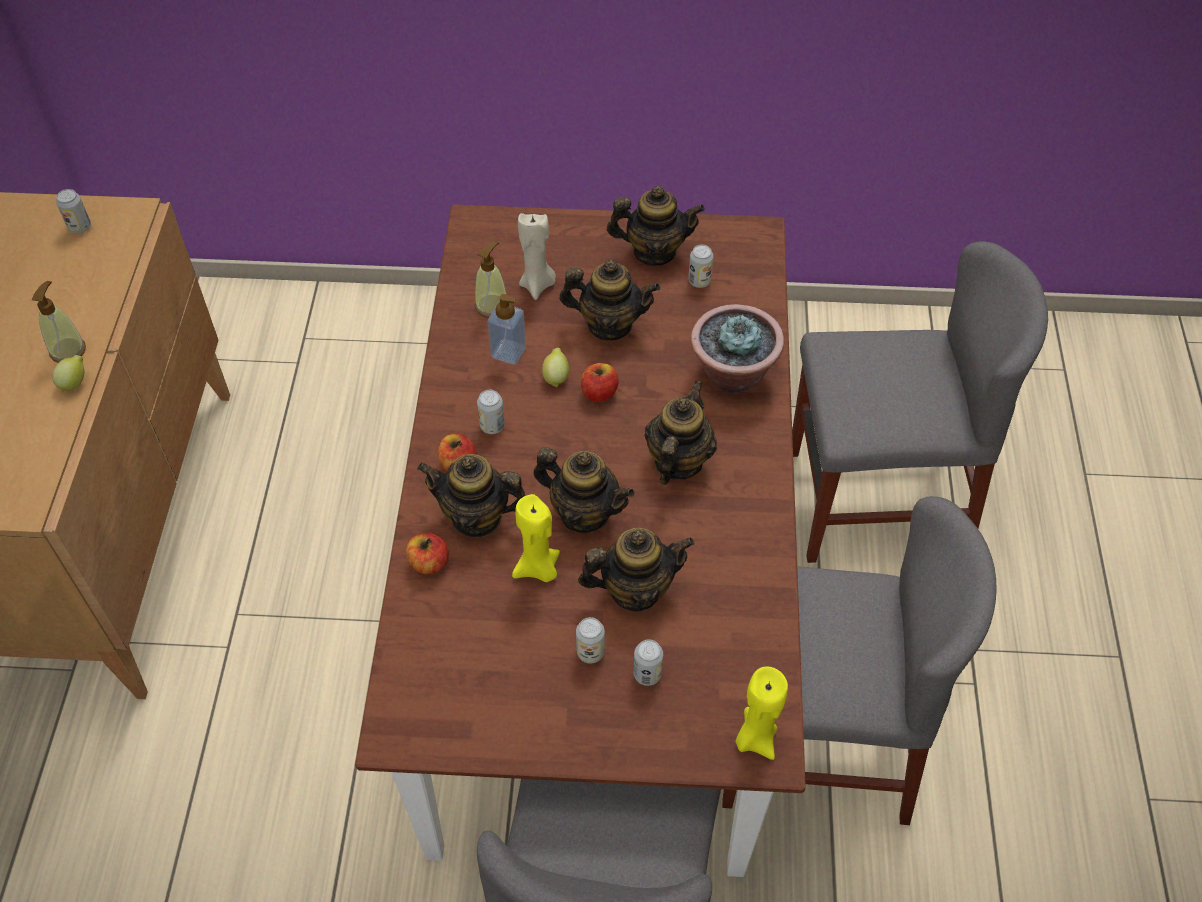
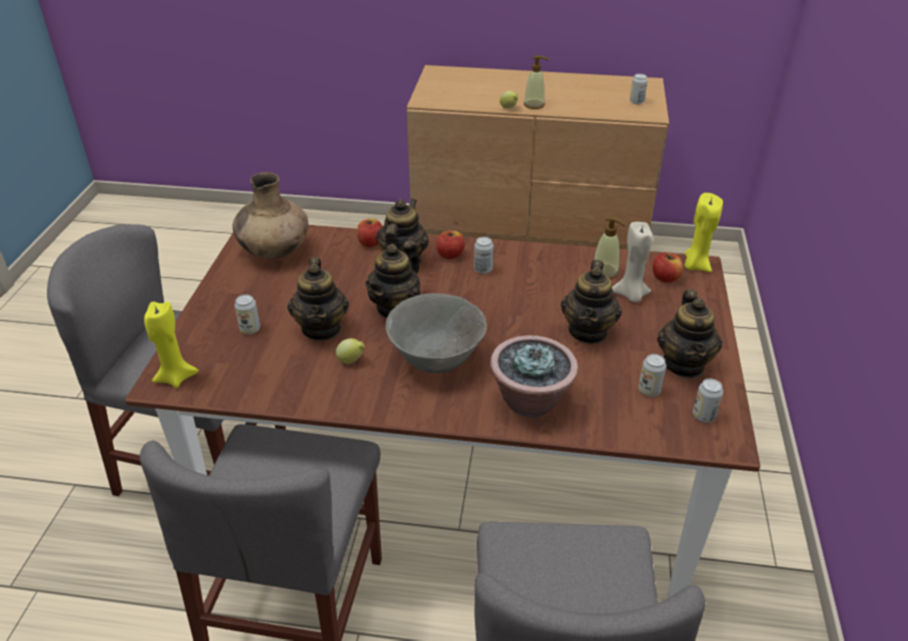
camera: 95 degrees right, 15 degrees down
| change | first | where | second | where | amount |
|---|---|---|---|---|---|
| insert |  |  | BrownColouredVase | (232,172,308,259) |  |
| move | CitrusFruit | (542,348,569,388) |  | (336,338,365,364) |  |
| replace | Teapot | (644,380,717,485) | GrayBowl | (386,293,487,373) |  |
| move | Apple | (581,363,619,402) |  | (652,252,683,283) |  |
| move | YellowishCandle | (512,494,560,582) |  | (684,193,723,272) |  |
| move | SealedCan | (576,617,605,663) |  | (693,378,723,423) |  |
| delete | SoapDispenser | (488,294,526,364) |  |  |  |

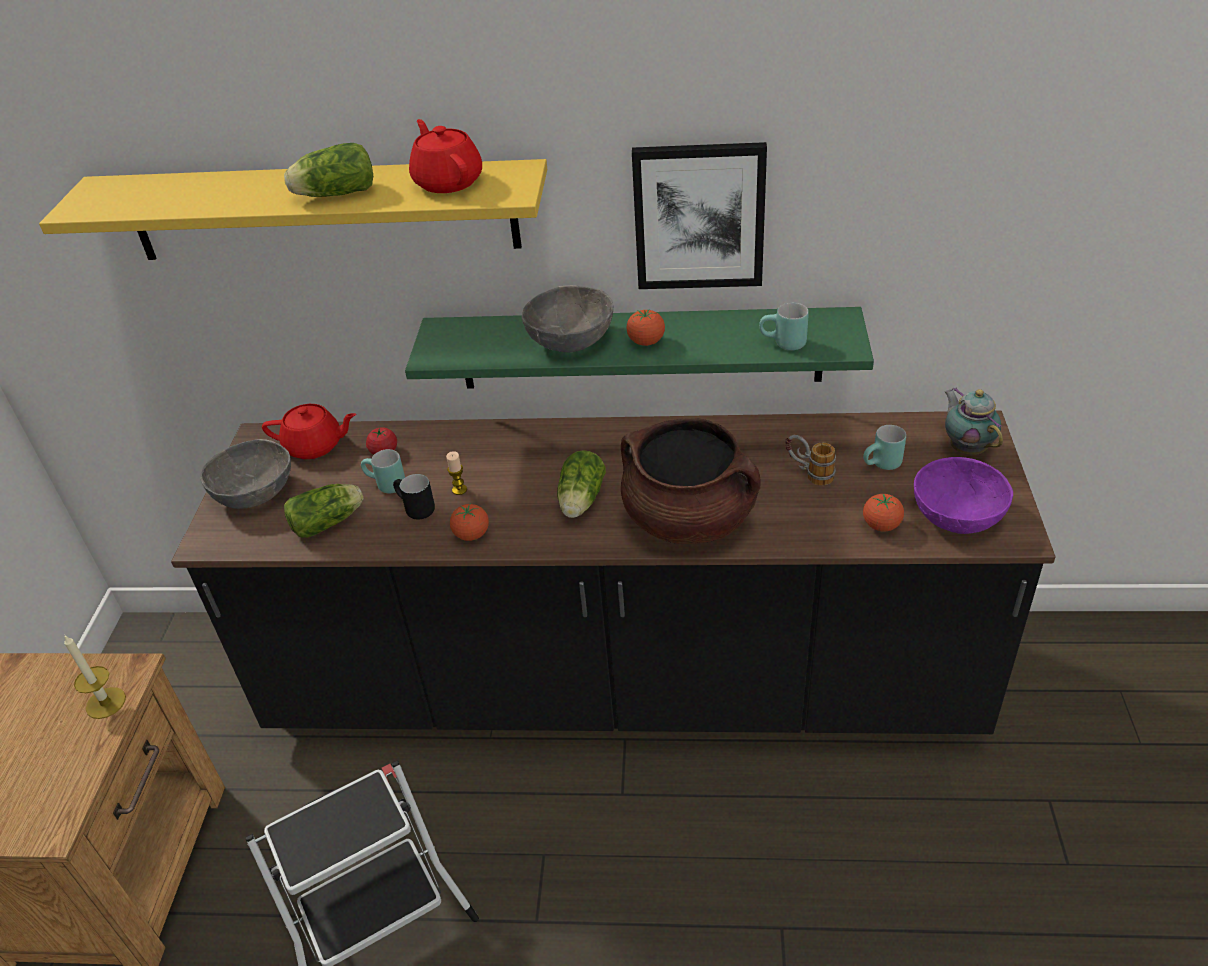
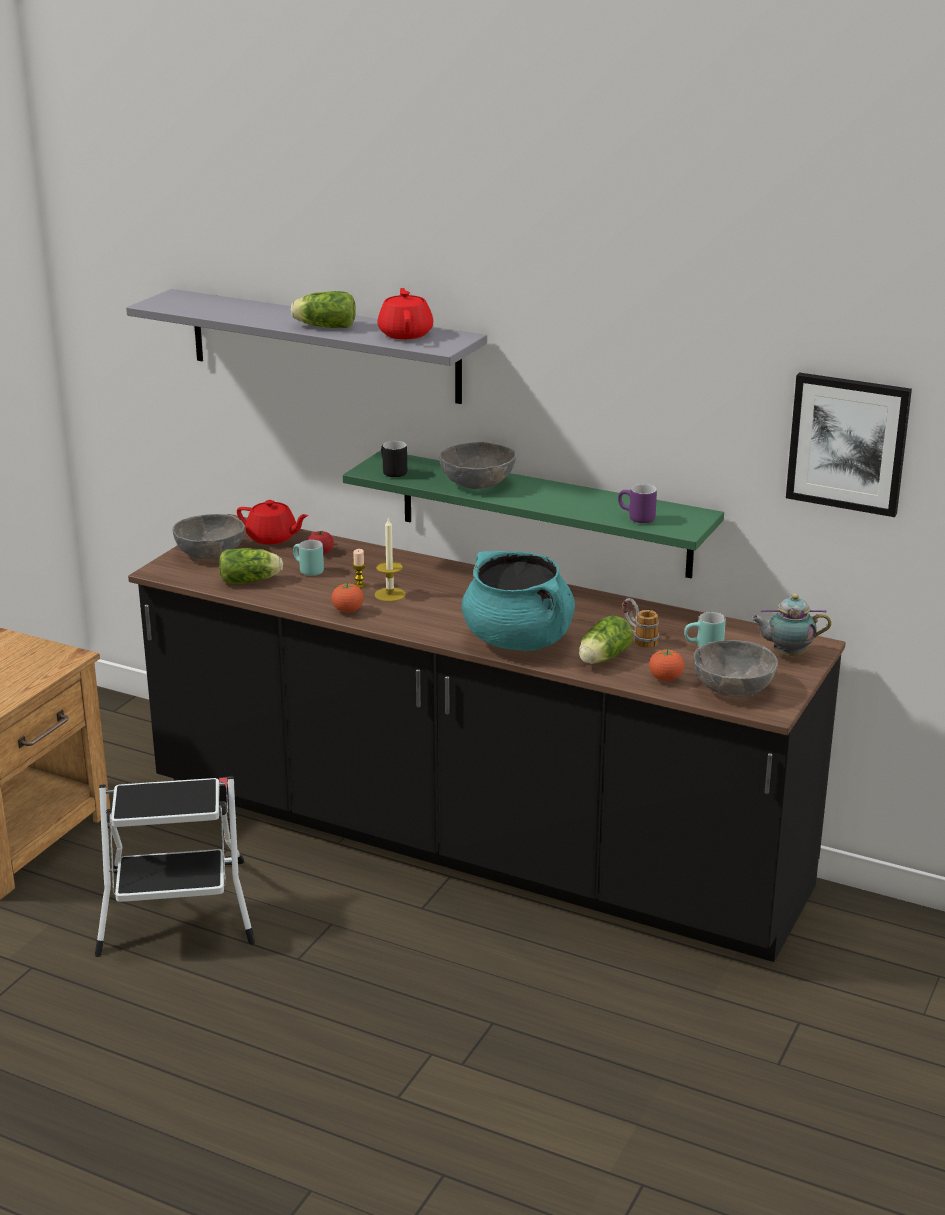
camera: 20 degrees right, 15 degrees down
| change | first | where | second | where | amount |
|---|---|---|---|---|---|
| recolor | YellowishShelf | (39,159,547,260) | GrayShelf | (126,289,487,404) |  |
| move | Candle | (64,636,126,719) |  | (374,517,406,602) |  |
| move | BlackColouredTeaMug | (393,474,435,520) |  | (381,441,407,477) |  |
| recolor | BrownColouredCookingPot | (621,418,761,544) | TurquoiseColouredCookingPot | (462,551,575,651) |  |
| move | LettuceHead | (557,450,606,518) |  | (579,616,633,664) |  |
| recolor | TurquoiseColouredTeaMug | (759,303,809,350) | PurpleTeaMug | (618,484,657,523) |  |
| recolor | PurpleBowl | (914,457,1013,534) | GrayBowl | (693,640,778,697) |  |
| rotate | Teapot | (944,388,1003,455) |  | (751,594,831,656) | 90 degrees counterclockwise |
| move | WallArt | (632,142,767,289) |  | (786,373,912,517) |  |
| delete | FreshTomato | (626,309,665,346) |  |  |  |

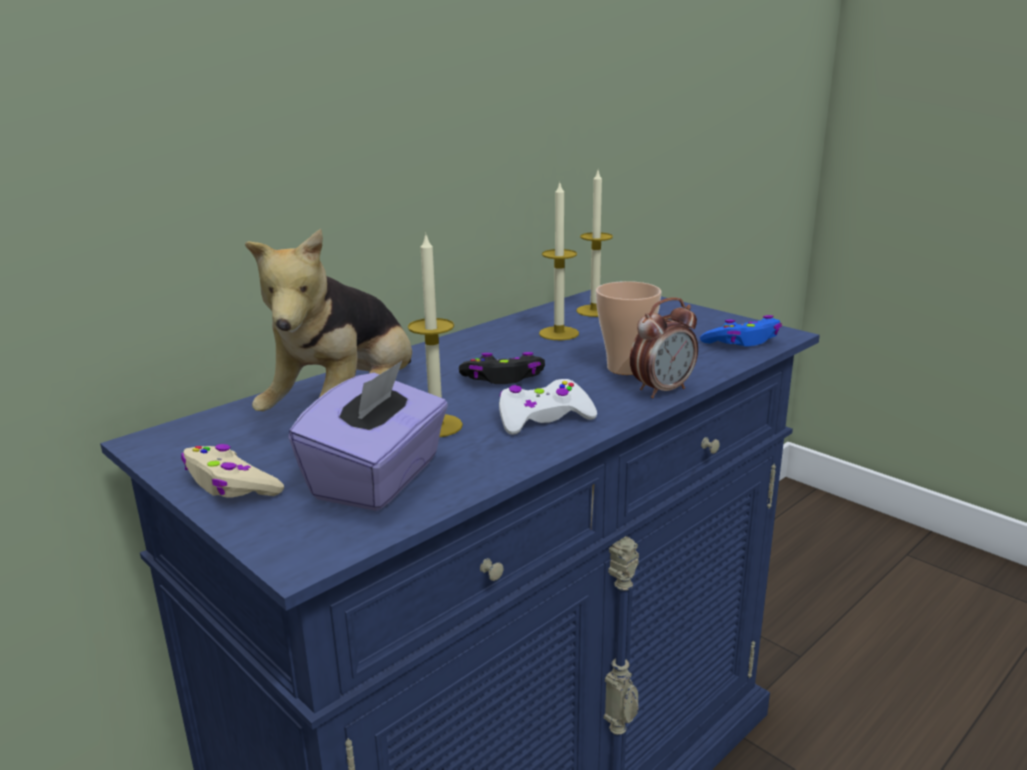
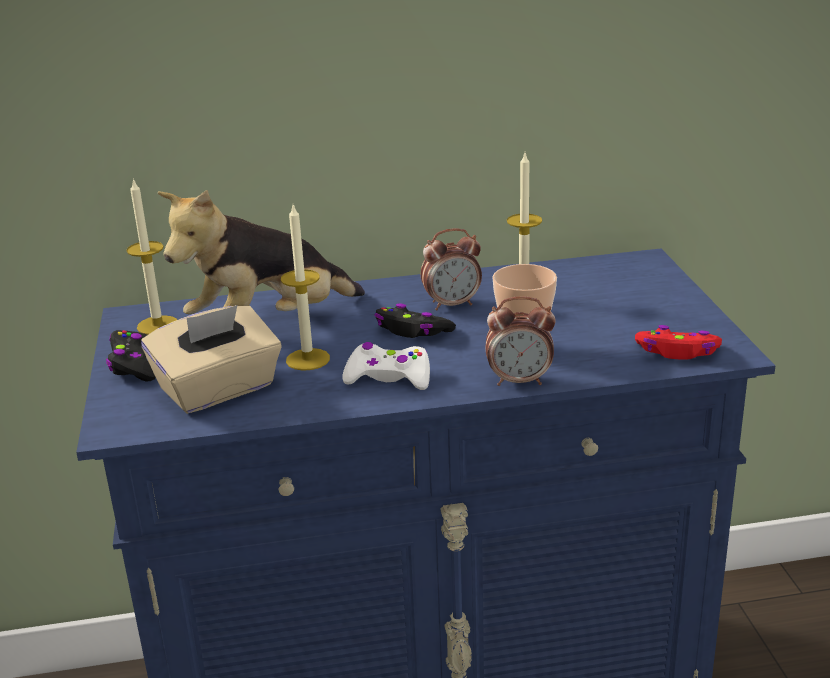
camera: 35 degrees right, 5 degrees up
| change | first | where | second | where | amount |
|---|---|---|---|---|---|
| recolor | BeigeGameController | (181,444,284,498) | BlackColouredGameController | (106,330,156,382) |  |
| move | Candle | (576,171,613,317) |  | (126,178,177,335) |  |
| recolor | PurpleTissueHolder | (288,360,448,511) | BeigeTissueHolder | (141,305,281,414) |  |
| insert |  |  | TableClock | (421,228,482,311) |  |
| recolor | BlueColouredGameController | (700,315,782,347) | RedColouredGameController | (635,325,722,360) |  |

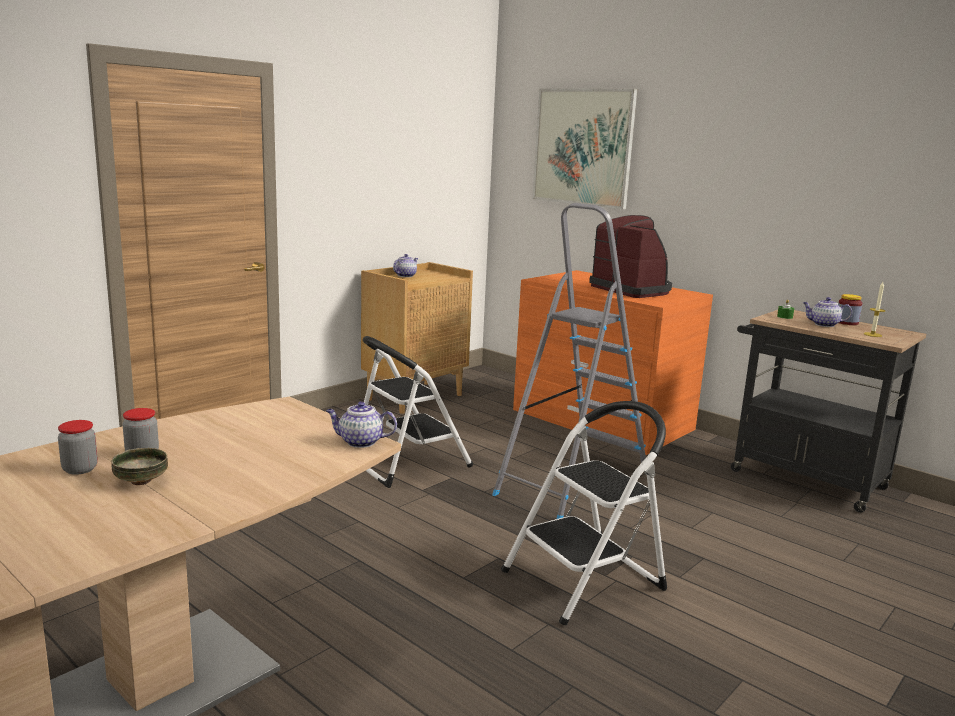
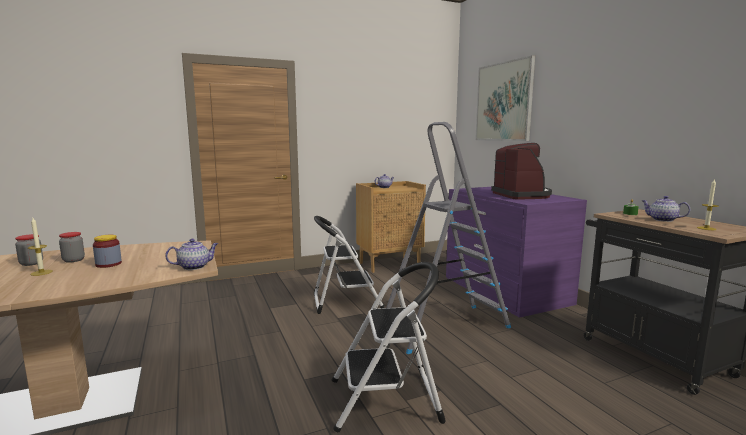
camera: 25 degrees right, 5 degrees down
| change | first | where | second | where | amount |
|---|---|---|---|---|---|
| replace | Bowl | (111,448,168,485) | Candle | (28,218,52,276) |  |
| move | PreserveJar | (838,294,862,325) |  | (93,235,122,268) |  |
| rotate | Teapot | (326,401,397,448) |  | (165,239,218,270) | 120 degrees clockwise |
| recolor | OrangeColouredChestOfDrawers | (513,270,713,455) | PurpleChestOfDrawers | (446,187,587,318) |  |

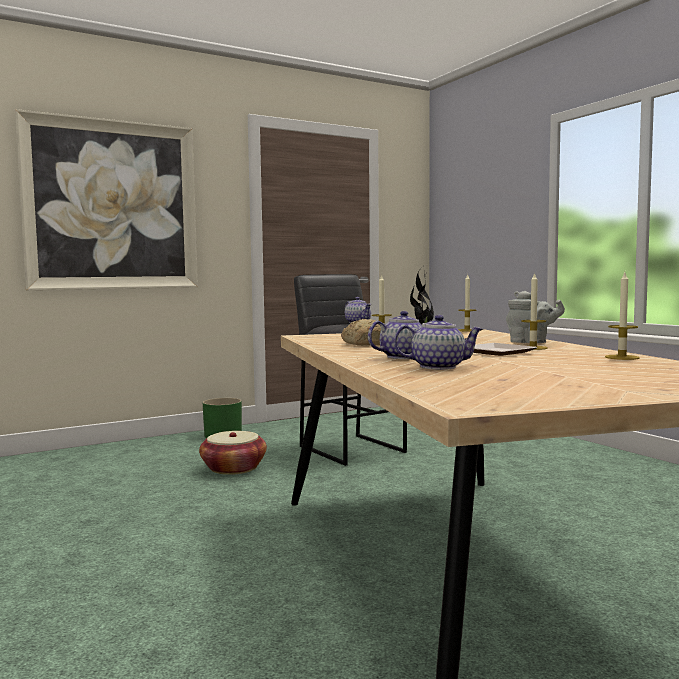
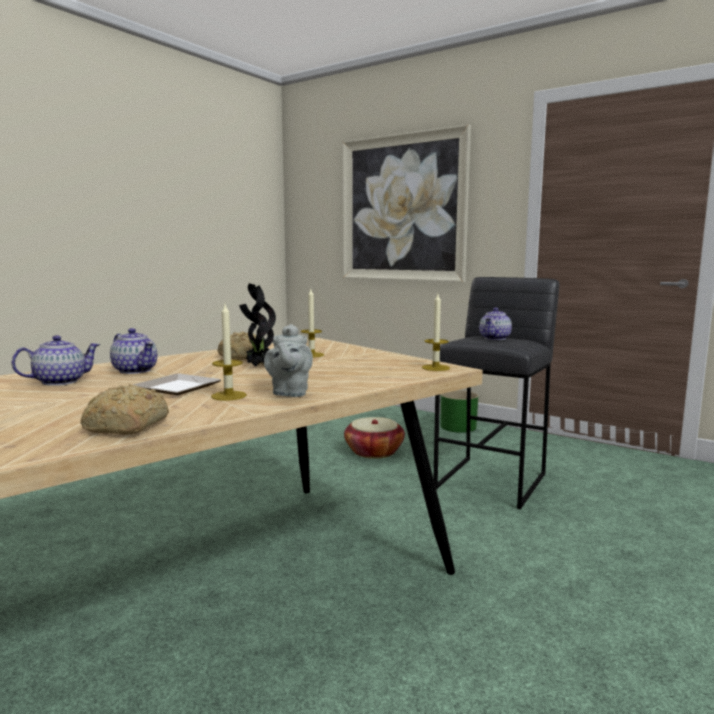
camera: 65 degrees right, 5 degrees up
| change | first | where | second | where | amount |
|---|---|---|---|---|---|
| rotate | Teapot | (394,315,483,370) |  | (12,335,100,386) | 105 degrees counterclockwise |
| replace | Candle | (605,272,640,360) | Bread | (80,384,169,435) |  |

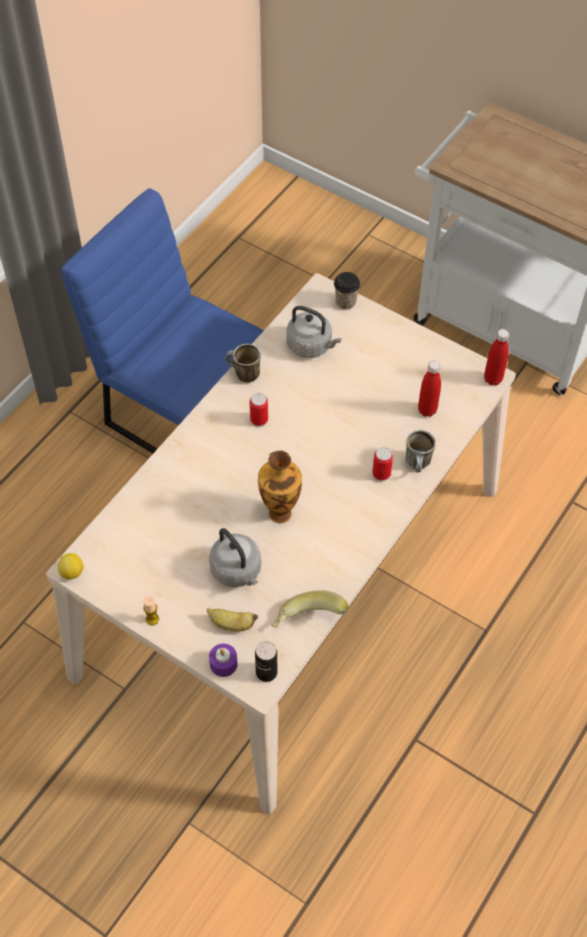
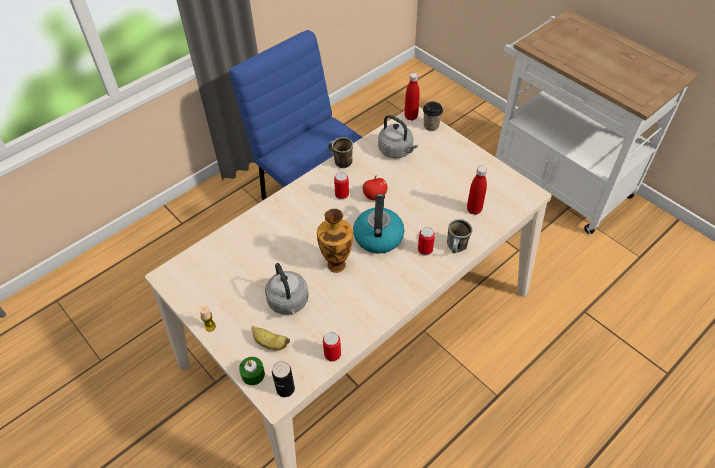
camera: 15 degrees right, 5 degrees down
| change | first | where | second | where | amount |
|---|---|---|---|---|---|
| recolor | PurpleCandle | (209,644,238,677) | GreenColouredCandle | (239,357,265,385) |  |
| replace | BananaFruit | (271,590,348,627) | SealedCan | (323,332,341,362) |  |
| insert |  |  | Kettle | (353,194,404,254) |  |
| insert |  |  | Apple | (363,176,388,200) |  |
| move | RedColouredDrinkBottle | (484,329,509,385) |  | (404,73,420,121) |  |
| delete | CitrusFruit | (58,553,83,579) |  |  |  |

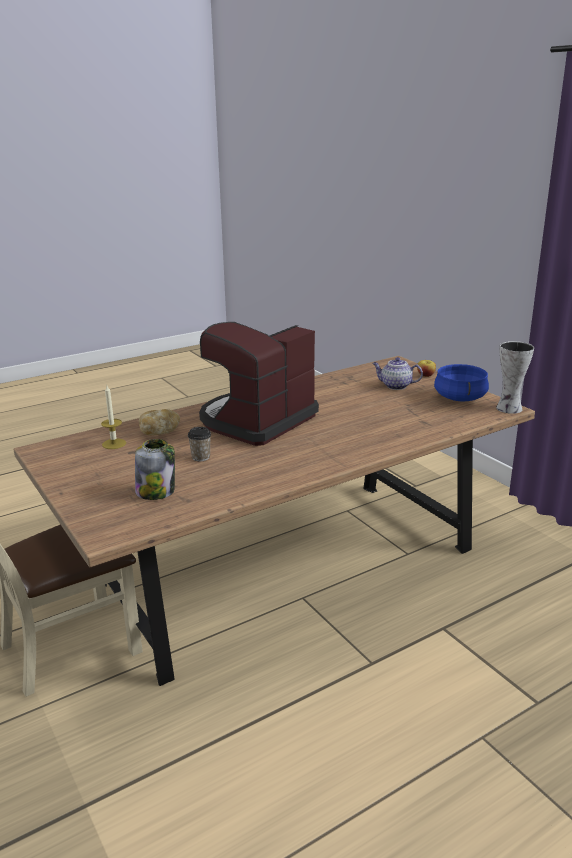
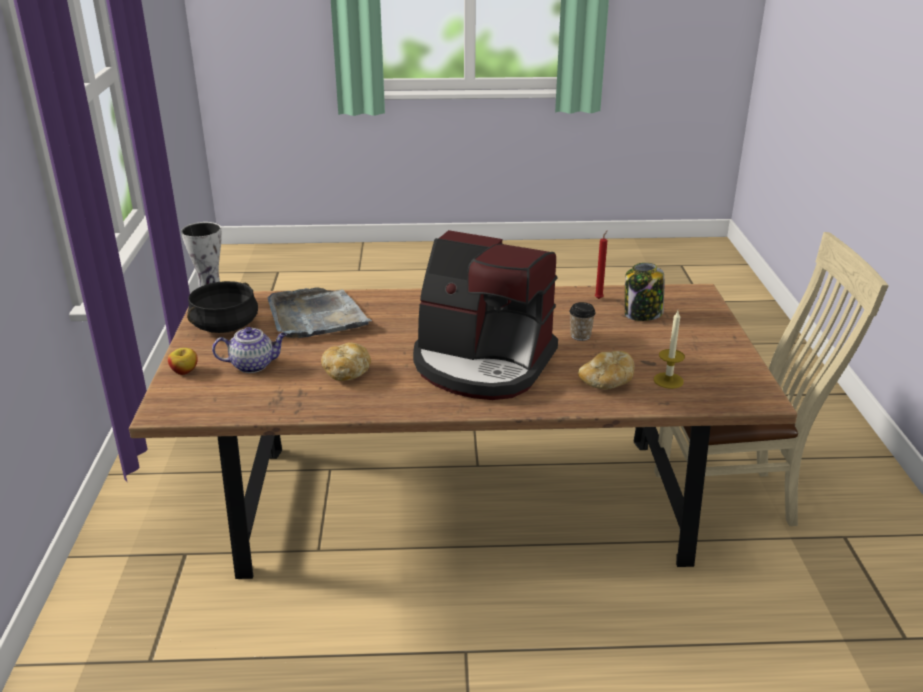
camera: 150 degrees left, 5 degrees up
| change | first | where | second | where | amount |
|---|---|---|---|---|---|
| recolor | BlueColouredCookingPot | (434,364,489,401) | BlackColouredCookingPot | (187,281,258,333) |  |
| rotate | Teapot | (372,357,423,390) |  | (212,327,287,373) | 60 degrees counterclockwise |
| insert |  |  | GrayServingTray | (267,287,372,338) |  |
| insert |  |  | Bread | (321,342,371,381) |  |
| rotate | CoffeeMaker | (199,322,319,446) |  | (413,230,558,400) | 45 degrees clockwise |
| insert |  |  | RedColouredCandle | (595,231,608,299) |  |

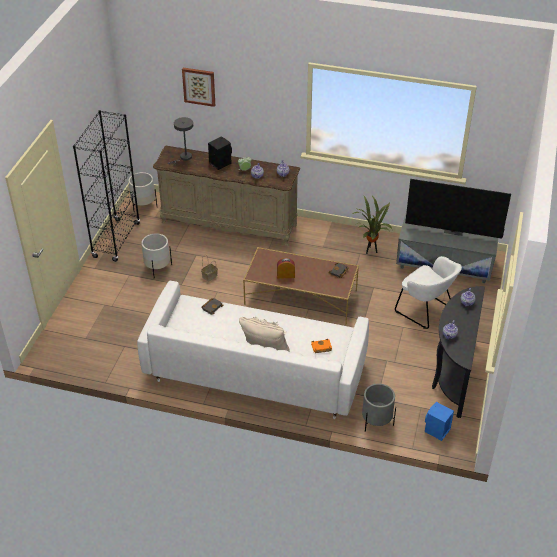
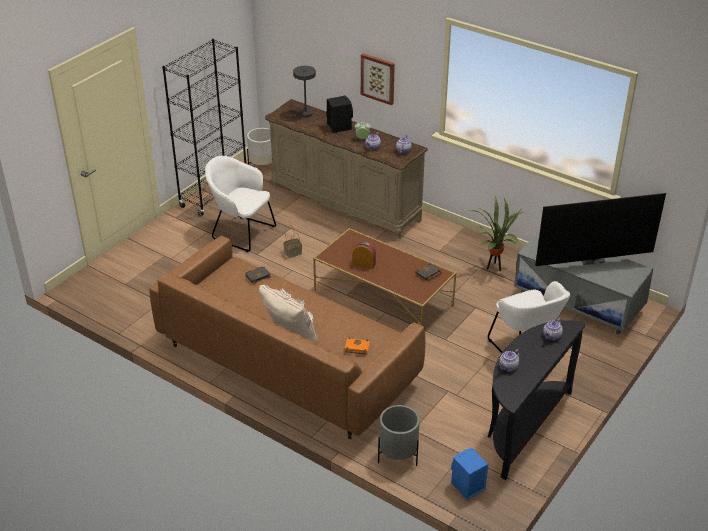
camera: 20 degrees right, 5 degrees down
| change | first | where | second | where | amount |
|---|---|---|---|---|---|
| recolor | WhitishSofa | (137,281,369,419) | BrownColouredSofa | (149,236,425,439) |  |
| replace | WhitishPlanter | (141,233,172,278) | WhitishArmchair | (205,156,276,252) |  |
| move | WallArt | (182,68,215,107) |  | (361,53,395,105) |  |
| rotate | TvSet | (405,179,511,238) |  | (535,193,666,266) | 45 degrees counterclockwise |

